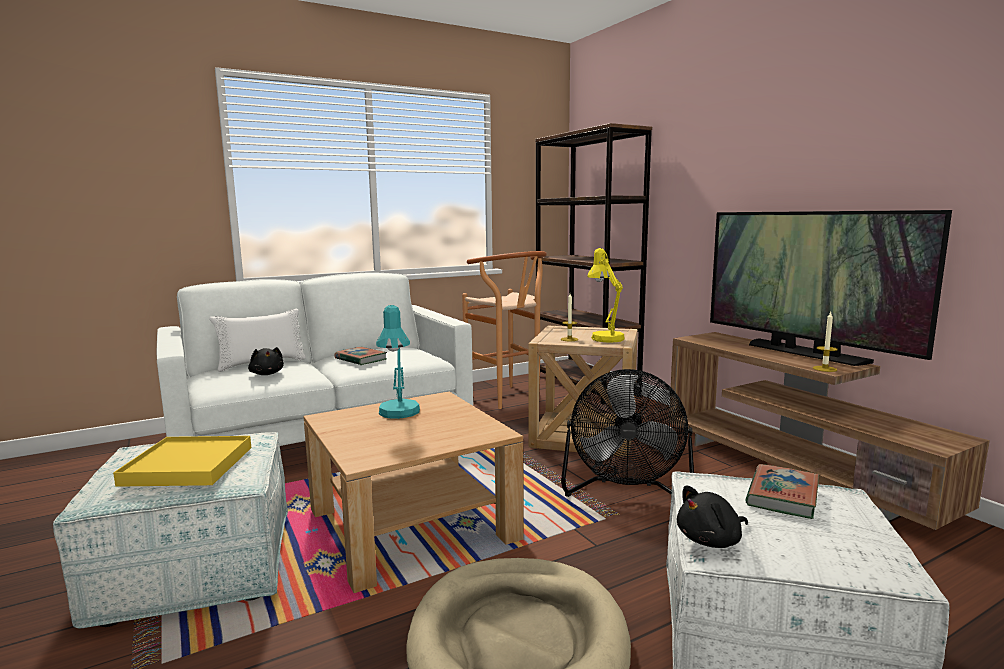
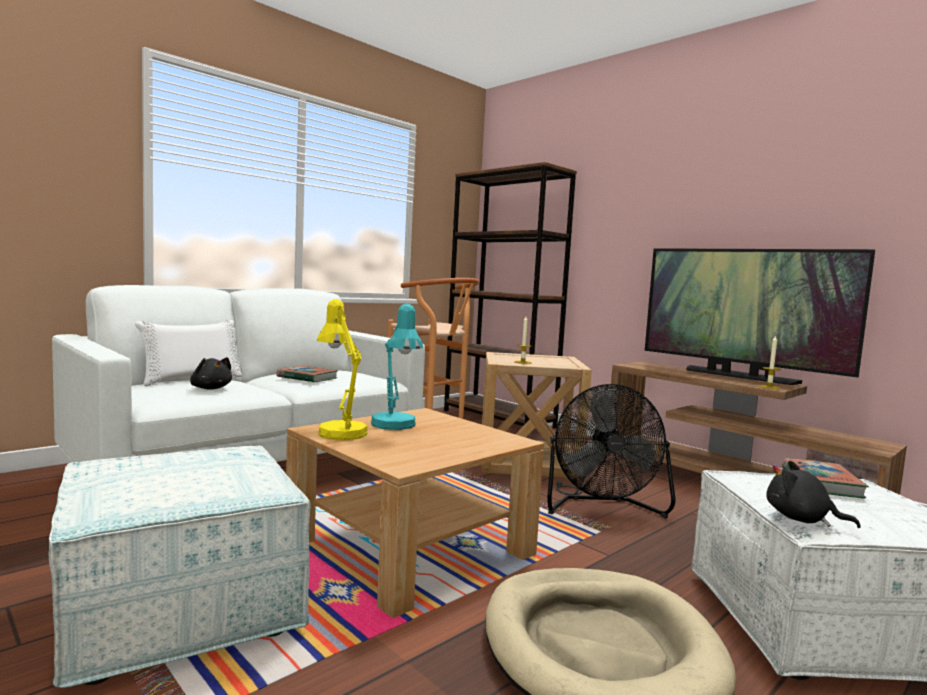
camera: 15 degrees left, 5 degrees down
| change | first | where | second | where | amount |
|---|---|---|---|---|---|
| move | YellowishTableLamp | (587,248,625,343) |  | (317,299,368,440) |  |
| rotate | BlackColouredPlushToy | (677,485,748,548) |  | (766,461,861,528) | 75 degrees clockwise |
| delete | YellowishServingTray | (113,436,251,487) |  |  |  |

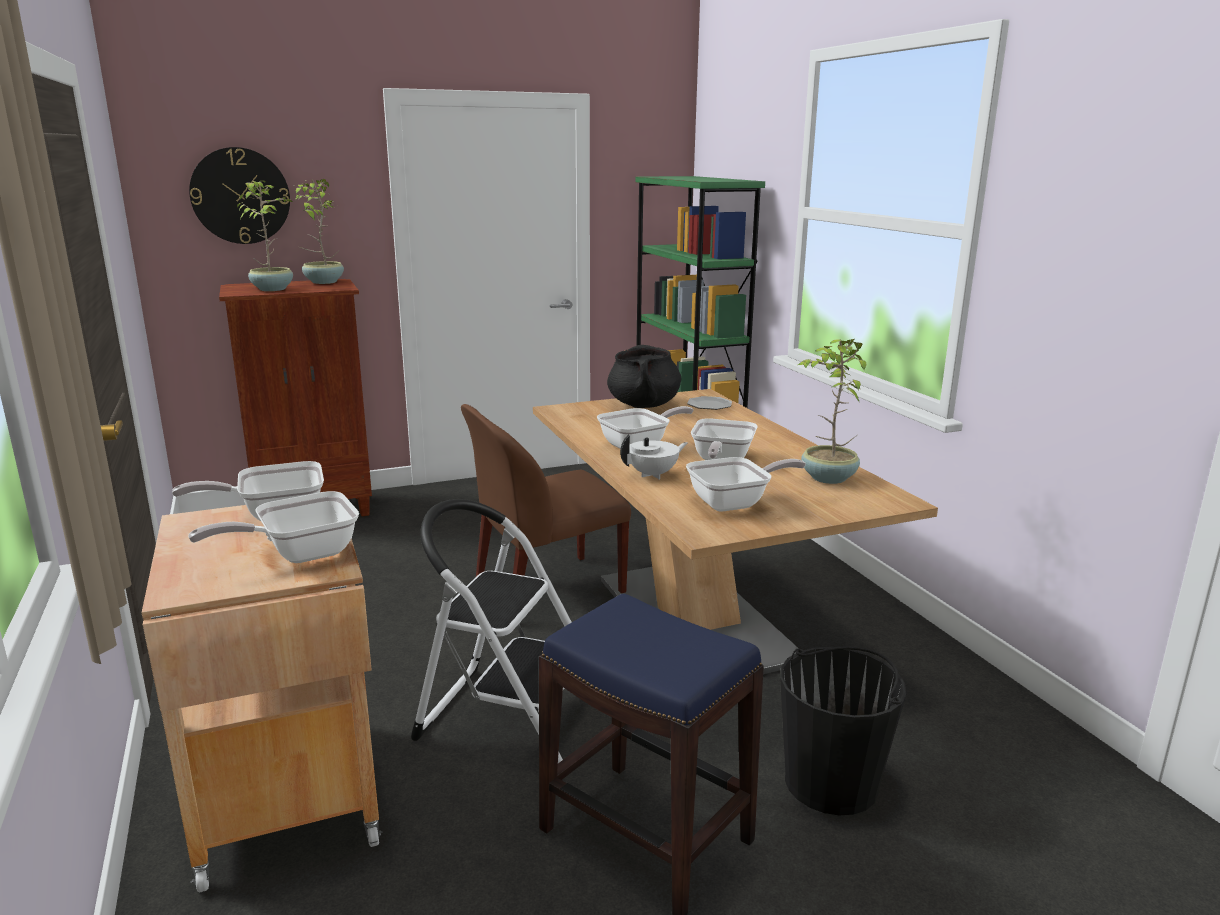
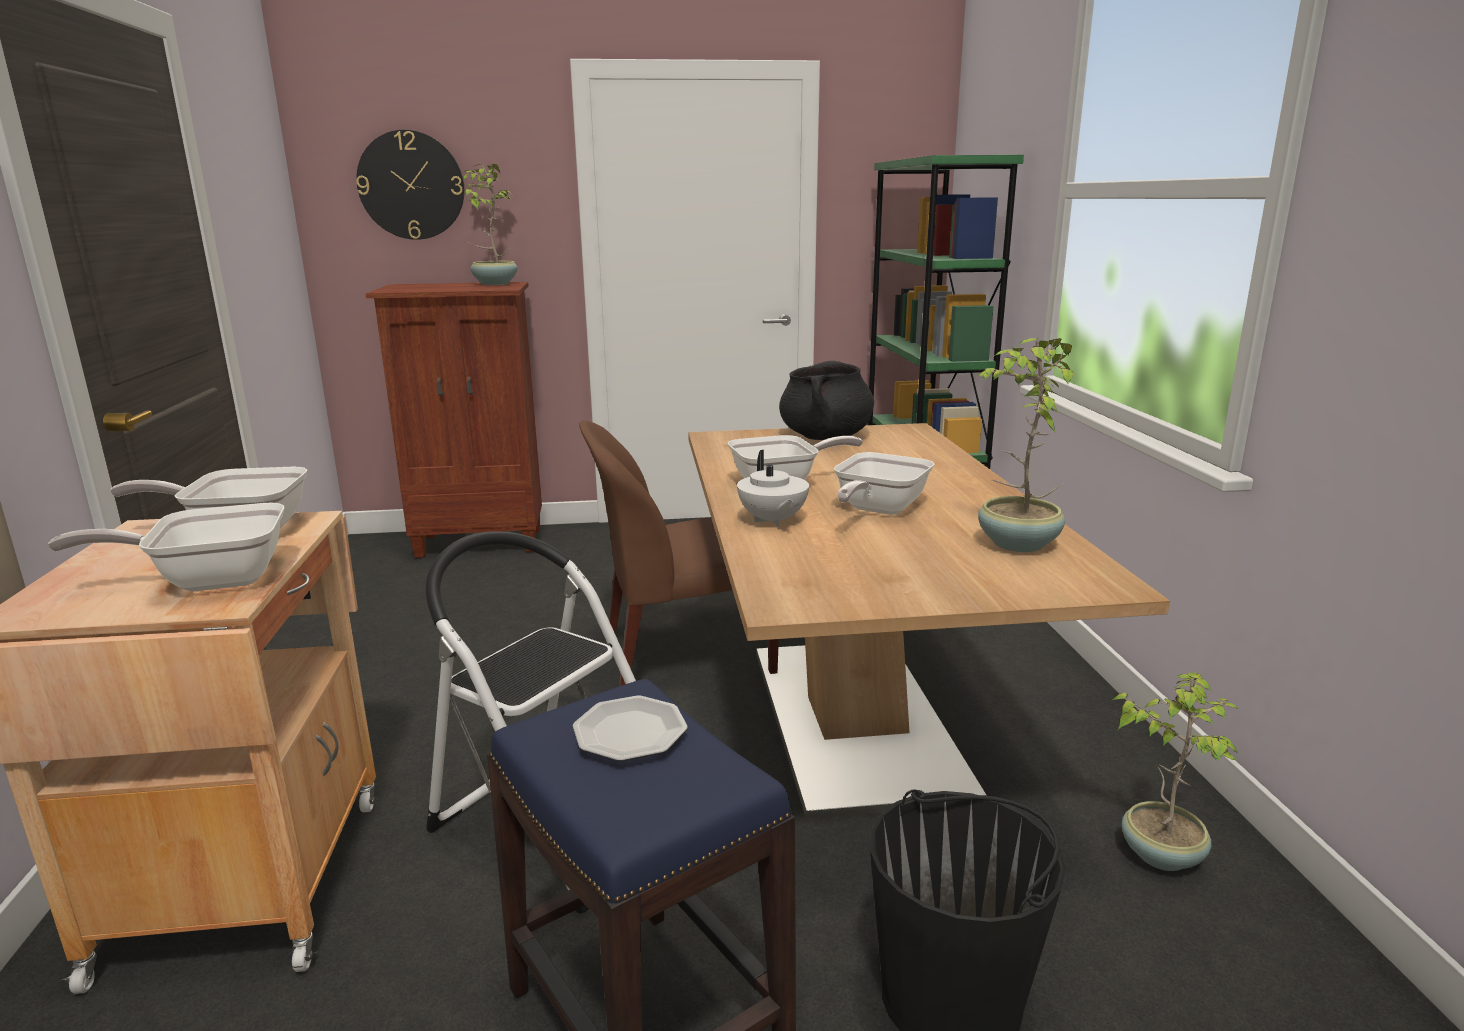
camera: 15 degrees right, 0 degrees up
| change | first | where | second | where | amount |
|---|---|---|---|---|---|
| move | FlatDish | (687,396,732,410) |  | (573,696,688,761) |  |
| rotate | WhitishTeapot | (620,434,688,480) |  | (737,450,809,527) | 90 degrees clockwise |
| move | Houseplant | (237,180,293,291) |  | (1112,672,1239,871) |  |
| delete | Pan | (686,457,806,512) |  |  |  |

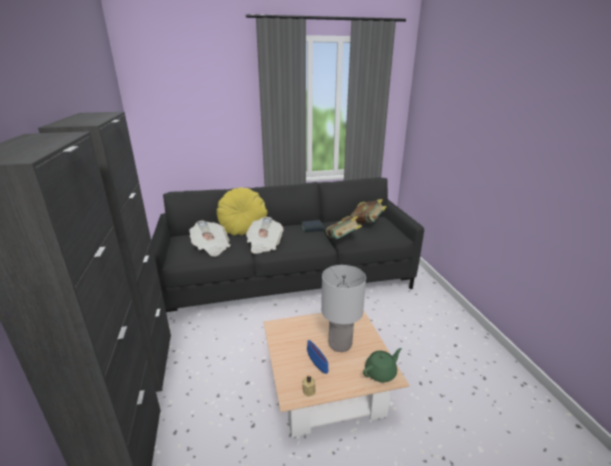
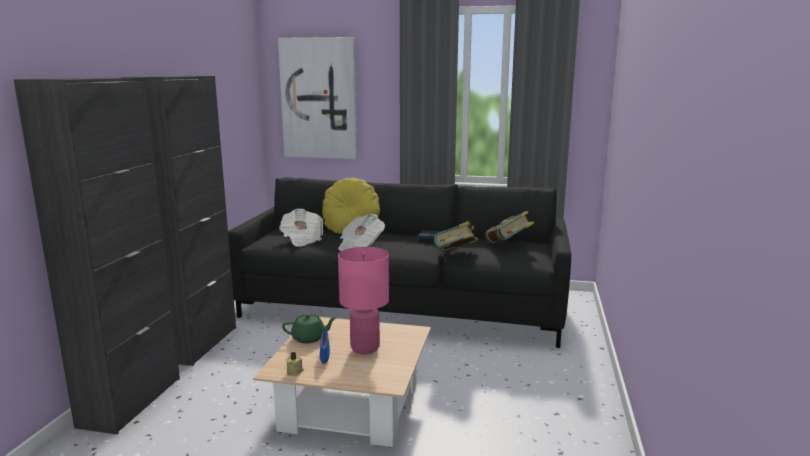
camera: 25 degrees right, 10 degrees down
| change | first | where | second | where | amount |
|---|---|---|---|---|---|
| insert |  |  | WallArt | (278,37,357,159) |  |
| move | GreenColouredTeapot | (363,348,402,382) |  | (282,313,336,343) |  |
| recolor | GrayTableLamp | (321,265,366,352) | PinkishTableLamp | (338,247,389,354) |  |

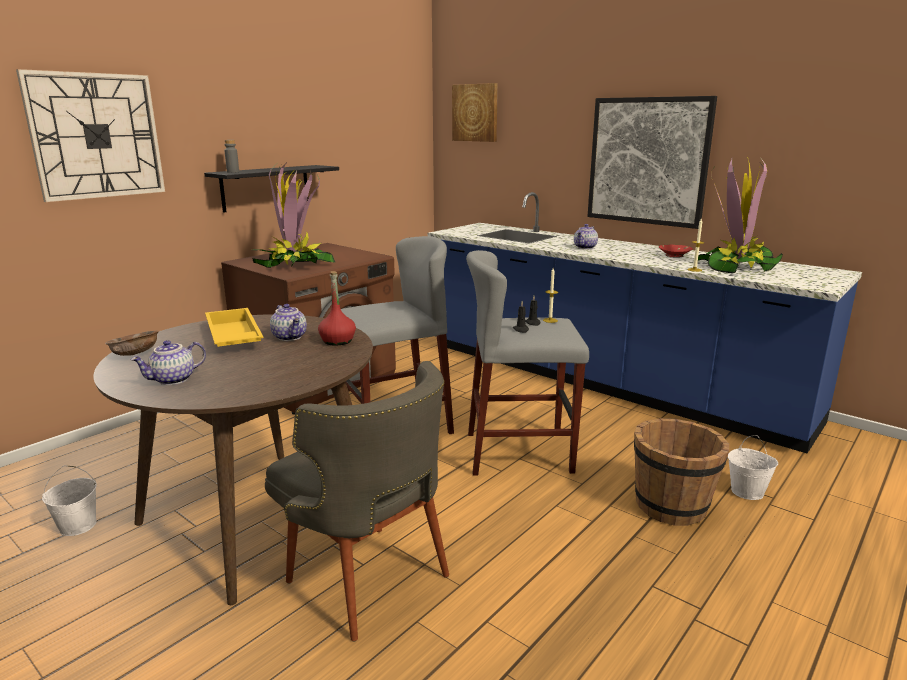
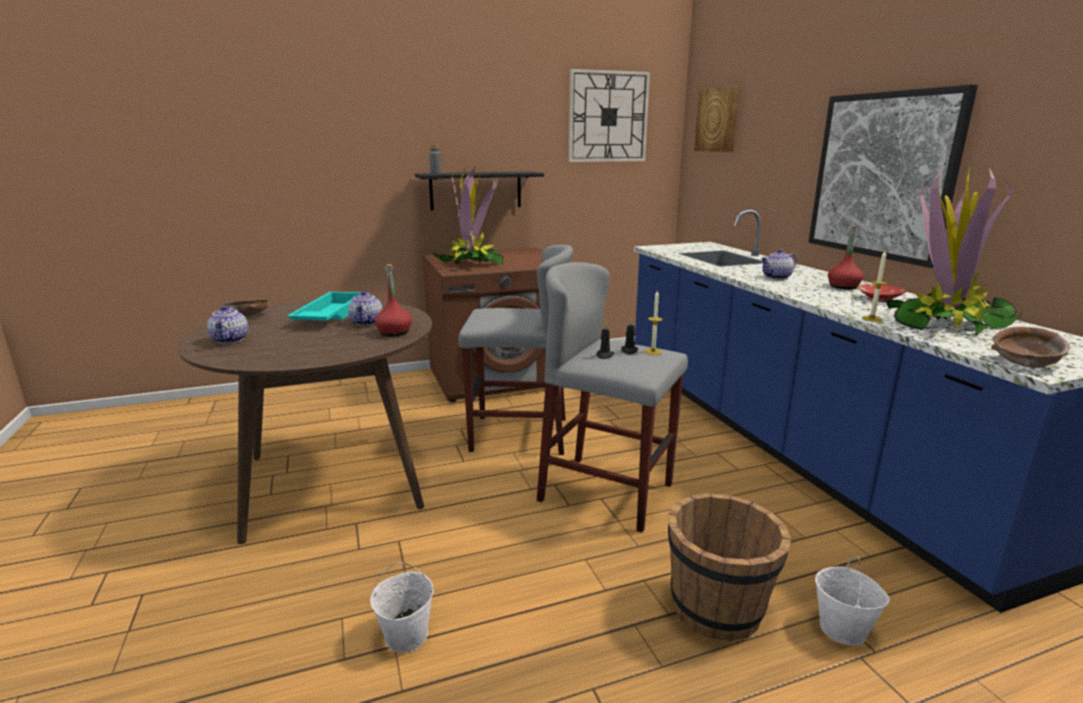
camera: 30 degrees right, 0 degrees up
| change | first | where | second | where | amount |
|---|---|---|---|---|---|
| rotate | Teapot | (131,340,206,385) |  | (207,306,248,344) | 90 degrees counterclockwise |
| recolor | YellowishServingTray | (205,308,264,347) | TurquoiseColouredServingTray | (287,292,361,321) |  |
| move | WhitishPail | (42,465,97,536) |  | (370,562,434,653) |  |
| move | ClockOnTheWall | (16,69,165,202) |  | (569,69,650,162) |  |
| insert |  |  | RedColouredDrinkBottle | (828,225,863,290) |  |
| insert |  |  | BrownColouredBowl | (991,327,1070,368) |  |
| delete | GrayUprightChair | (265,361,449,642) |  |  |  |

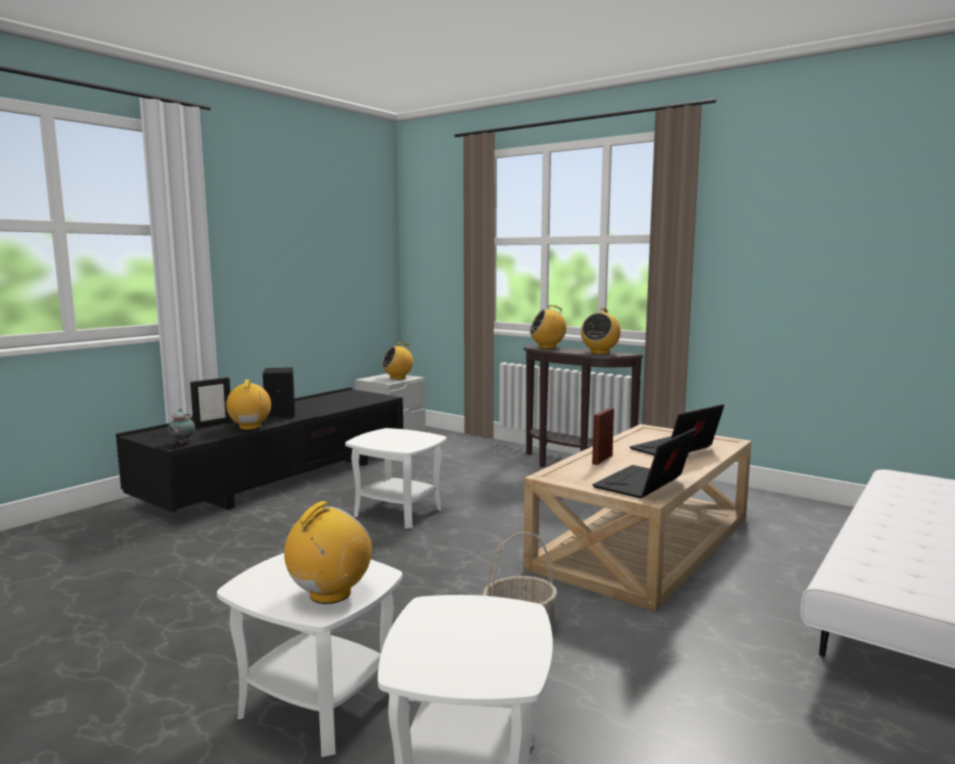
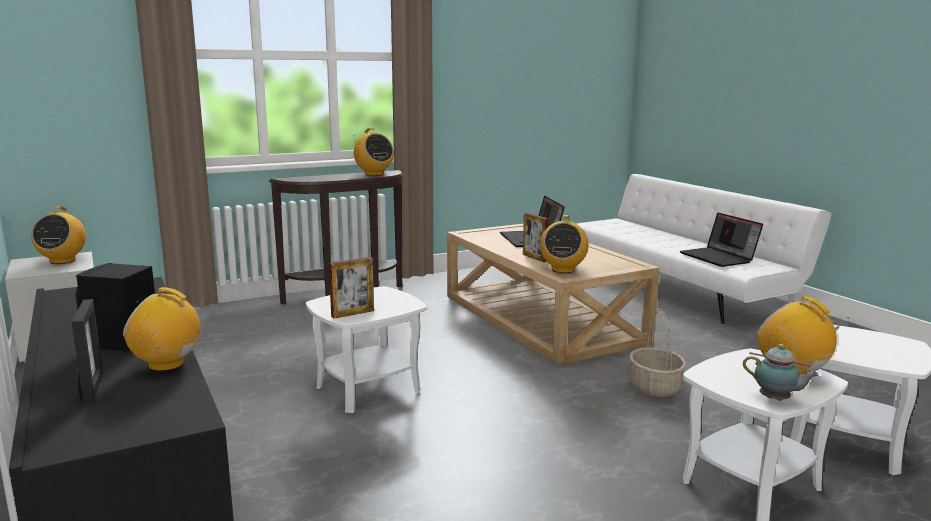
camera: 65 degrees left, 5 degrees up
| change | first | where | second | where | amount |
|---|---|---|---|---|---|
| insert |  |  | StandingFrame | (329,257,374,319) |  |
| move | RadioReceiver | (529,305,566,349) |  | (540,215,588,273) |  |
| move | Laptop | (592,428,697,498) |  | (680,213,763,267) |  |
| move | Teapot | (167,408,195,444) |  | (743,344,819,401) |  |

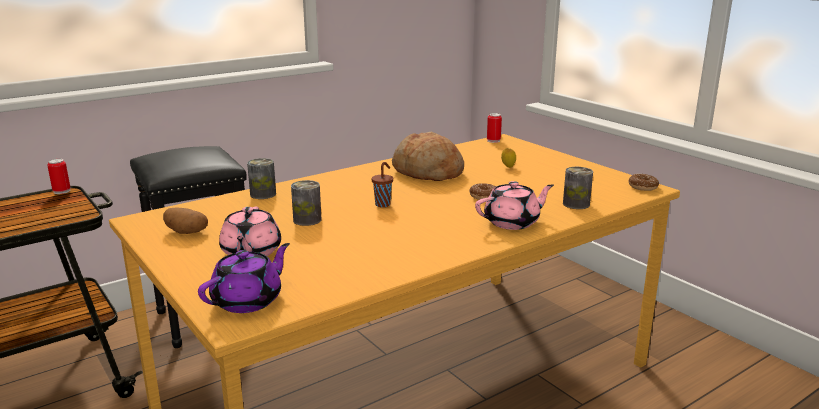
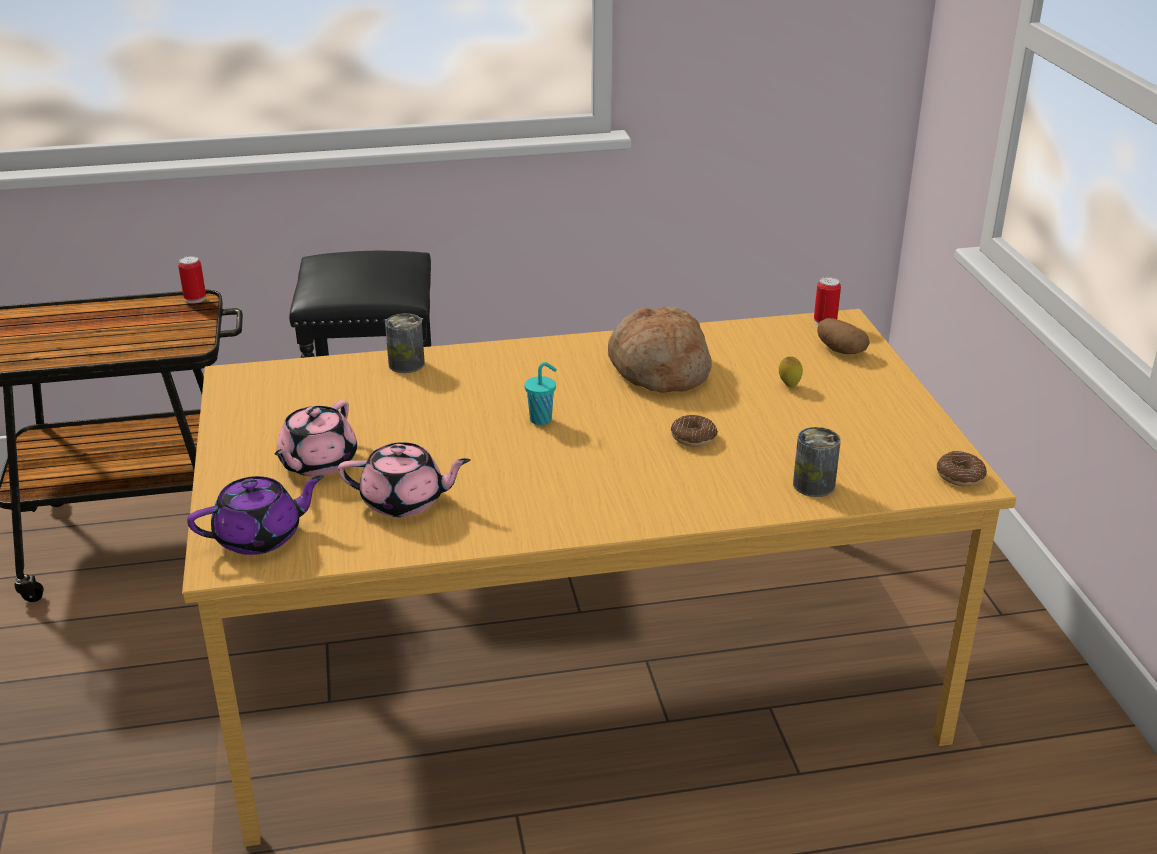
camera: 25 degrees right, 10 degrees up
| change | first | where | second | where | amount |
|---|---|---|---|---|---|
| move | PinkishTeapot | (475,181,554,230) |  | (338,442,470,517) |  |
| recolor | BrownColouredSmallCup | (372,162,393,207) | TurquoiseColouredSmallCup | (524,362,557,425) |  |
| move | WholePotato | (163,207,208,234) |  | (817,318,870,354) |  |
| delete | SealedCan | (291,180,322,226) |  |  |  |

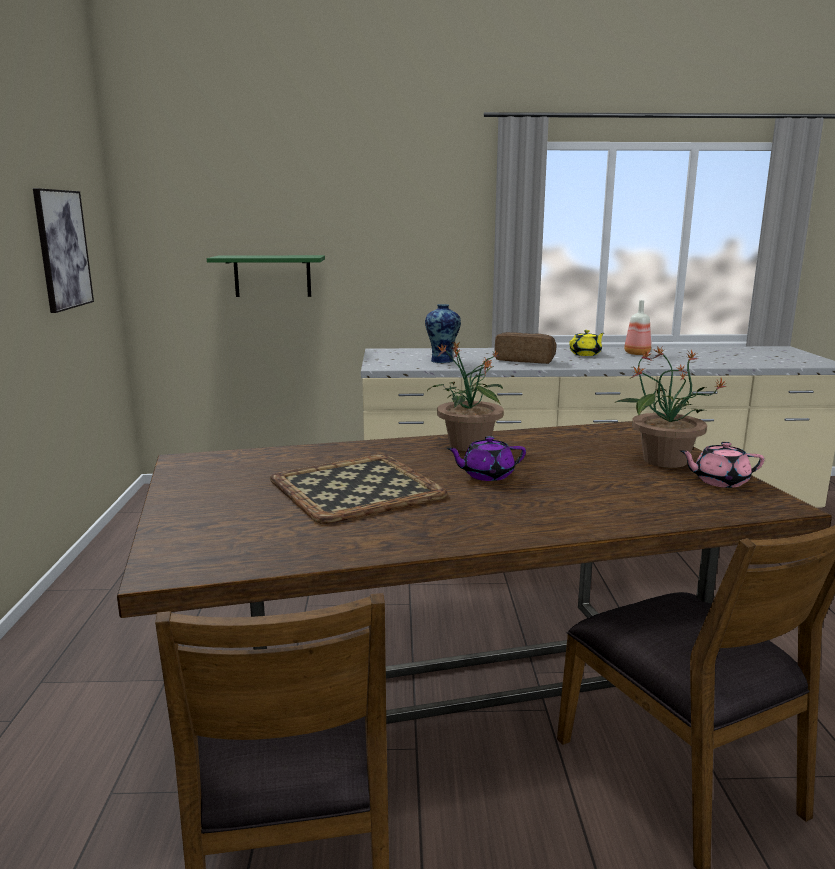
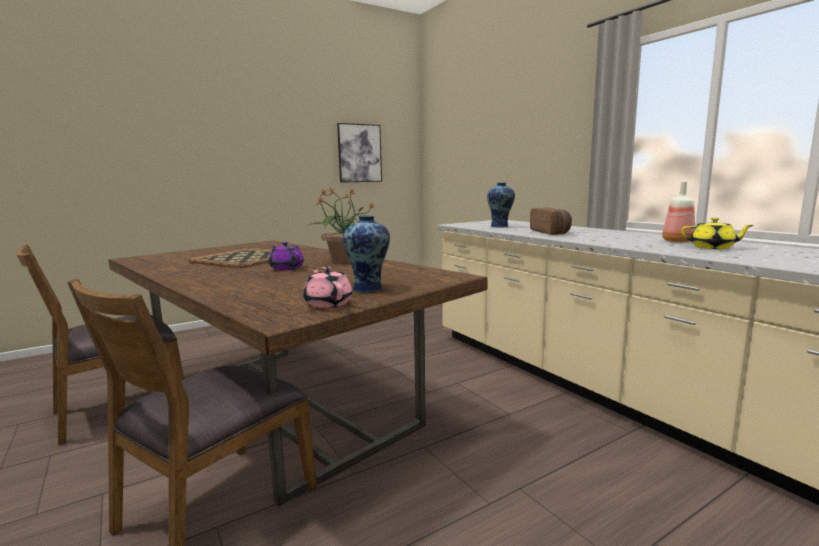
camera: 60 degrees right, 5 degrees down
| change | first | where | second | where | amount |
|---|---|---|---|---|---|
| replace | Houseplant | (616,347,727,468) | Vase | (343,215,390,293) |  |
| move | YellowishTeapot | (569,330,604,356) |  | (681,218,754,249) |  |
| delete | GreenColouredShelf | (207,255,325,297) |  |  |  |

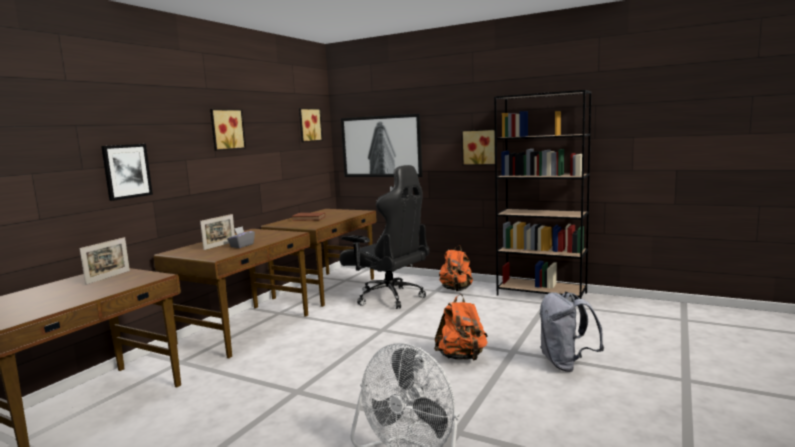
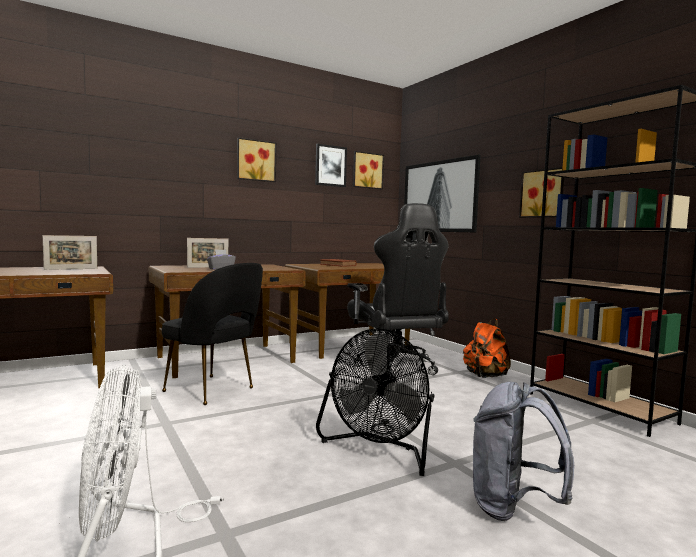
camera: 30 degrees right, 5 degrees down
| change | first | where | second | where | amount |
|---|---|---|---|---|---|
| insert |  |  | BlackColouredUprightChair | (162,263,263,405) |  |
| move | WallArt | (101,144,153,201) |  | (315,144,347,187) |  |
| replace | OrangeColouredRucksack | (434,294,488,361) | BlackColouredCoolingFan | (316,329,435,476) |  |

